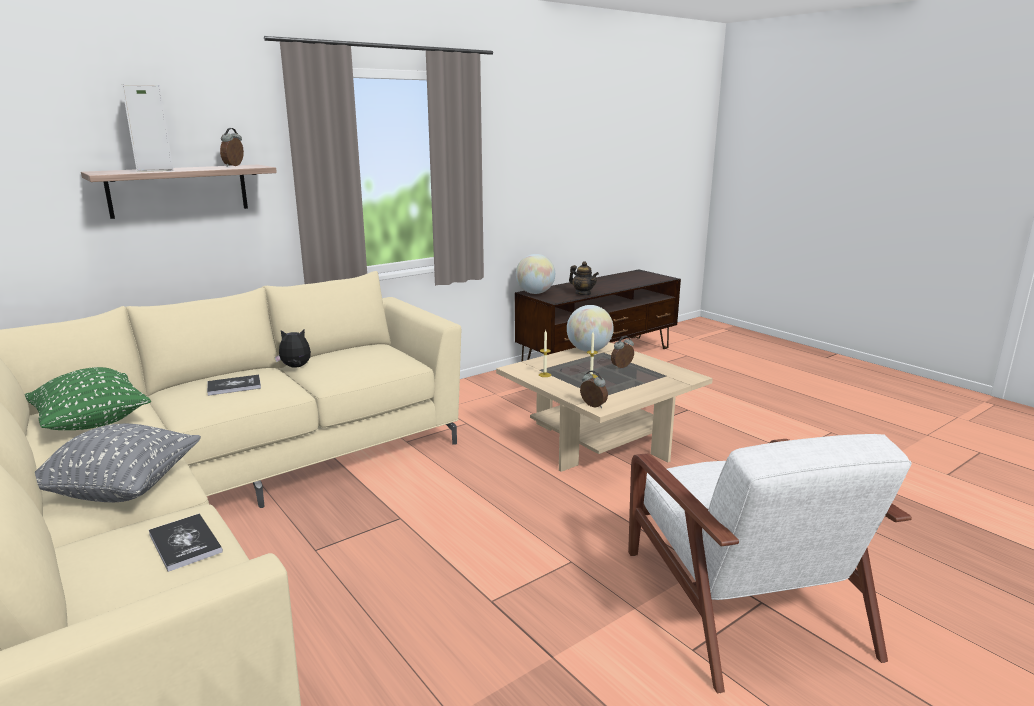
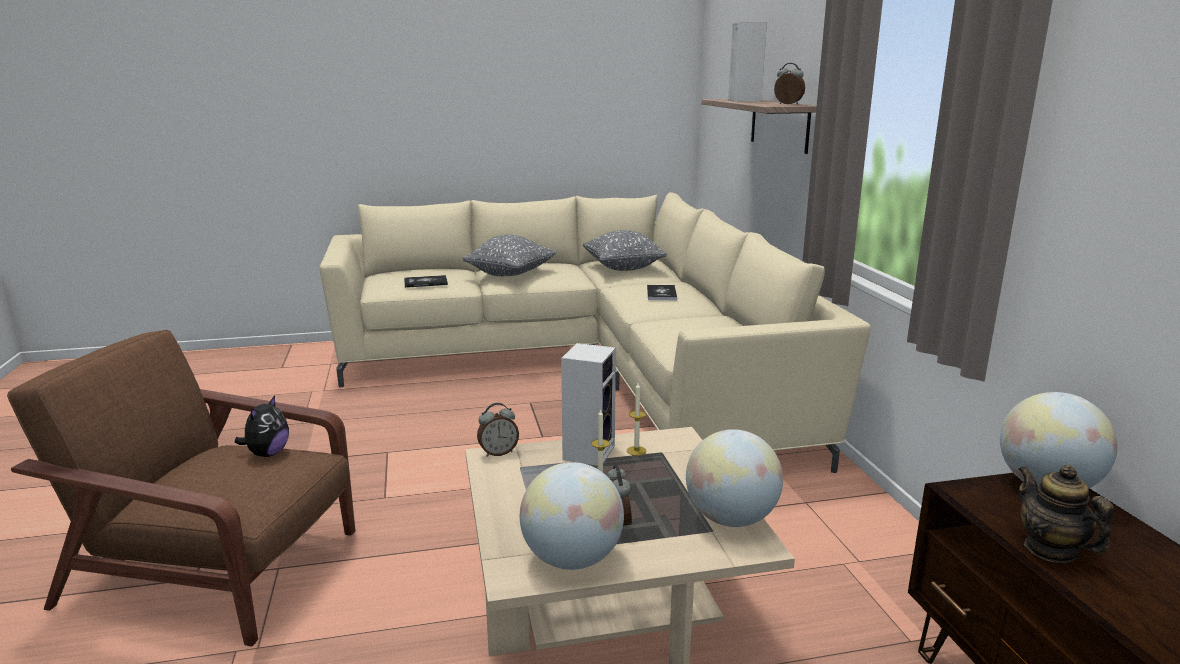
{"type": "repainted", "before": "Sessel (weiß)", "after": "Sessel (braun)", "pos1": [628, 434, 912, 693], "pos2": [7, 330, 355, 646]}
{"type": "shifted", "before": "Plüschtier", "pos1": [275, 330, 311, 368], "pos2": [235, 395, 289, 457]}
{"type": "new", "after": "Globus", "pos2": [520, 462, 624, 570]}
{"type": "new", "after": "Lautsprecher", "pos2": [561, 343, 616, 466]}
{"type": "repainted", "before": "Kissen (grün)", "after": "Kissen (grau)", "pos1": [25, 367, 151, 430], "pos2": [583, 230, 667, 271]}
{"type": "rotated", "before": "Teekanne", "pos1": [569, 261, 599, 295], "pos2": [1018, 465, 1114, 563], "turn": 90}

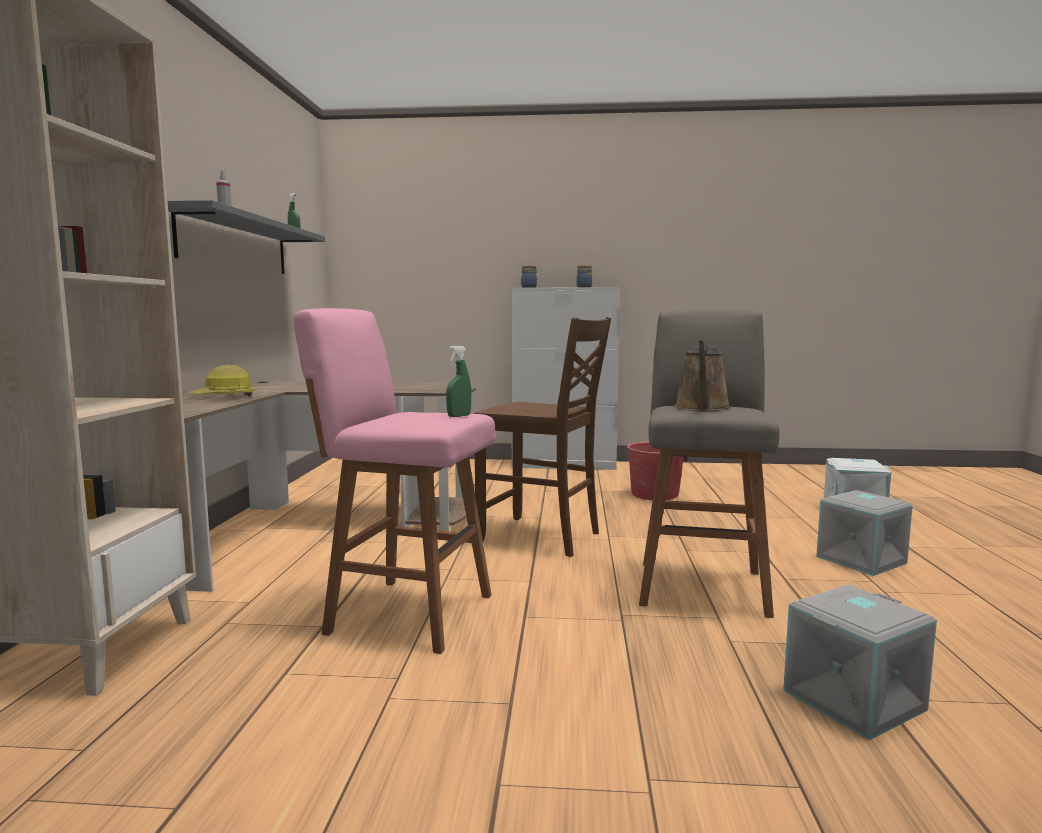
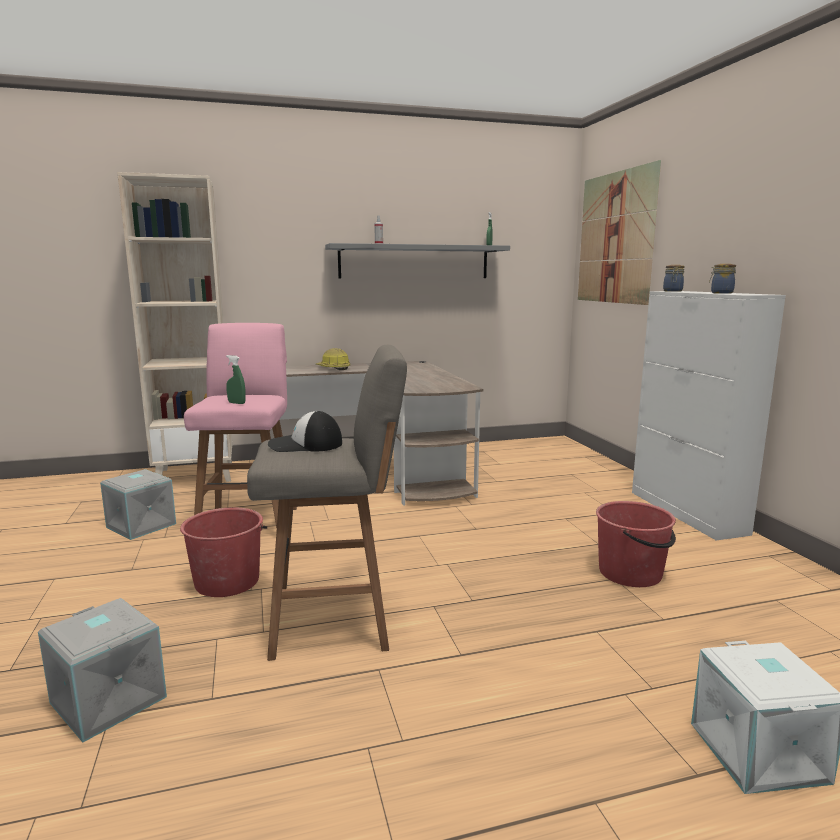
{"type": "shifted", "before": "Aufbewahrungsbox (grau)", "pos1": [816, 490, 913, 576], "pos2": [100, 469, 176, 540]}
{"type": "new", "after": "Eimer (rot)", "pos2": [180, 508, 267, 597]}
{"type": "swapped", "before": "Gießkanne (braun)", "after": "Kappe", "pos1": [675, 340, 731, 411], "pos2": [268, 411, 342, 452]}
{"type": "new", "after": "Bild", "pos2": [578, 160, 661, 305]}
{"type": "gone", "before": "Stuhl (braun)", "pos1": [474, 317, 611, 557]}

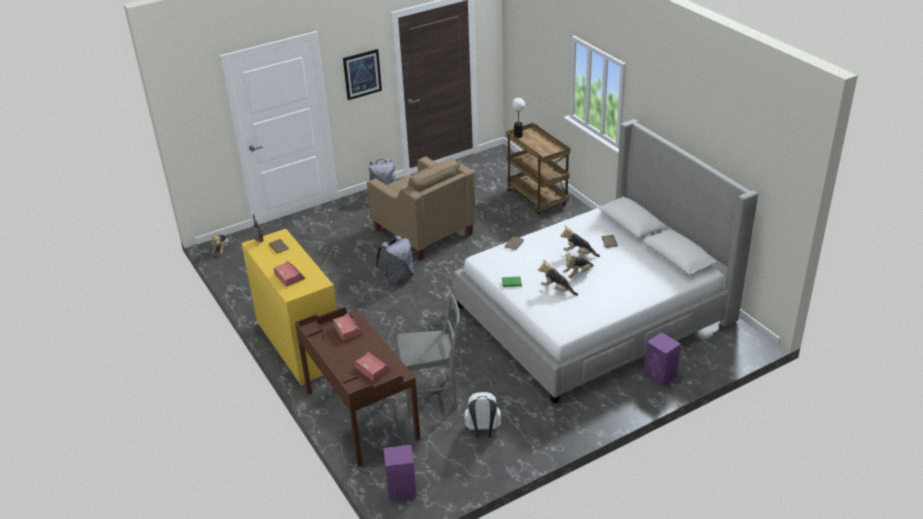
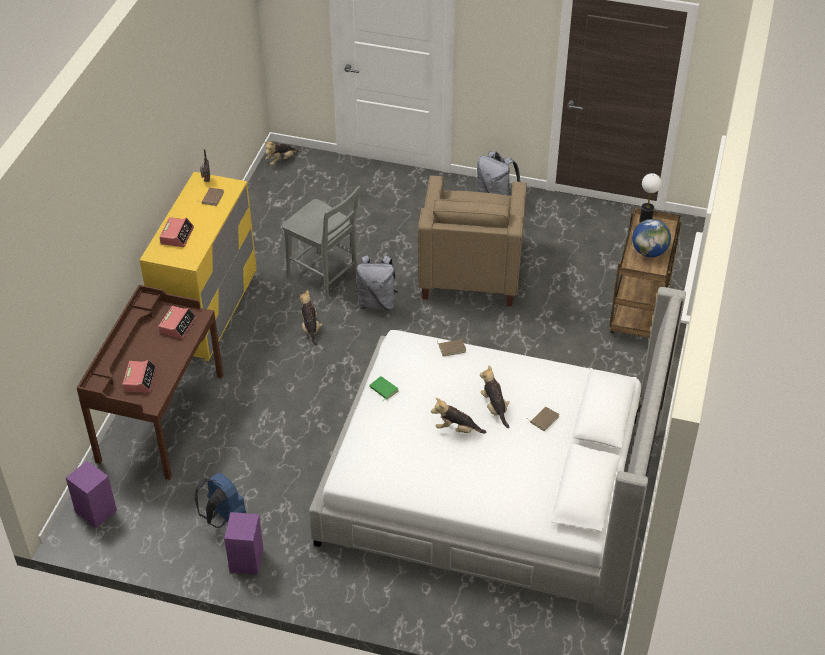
{"type": "repainted", "before": "Rucksack (weiß)", "after": "Rucksack (blau)", "pos1": [465, 392, 501, 438], "pos2": [195, 473, 247, 528]}
{"type": "shifted", "before": "Lautsprecher (lila)", "pos1": [644, 332, 681, 387], "pos2": [224, 512, 263, 575]}
{"type": "shifted", "before": "Stuhl (grau)", "pos1": [397, 293, 460, 415], "pos2": [282, 185, 361, 299]}
{"type": "shifted", "before": "Plüschtier", "pos1": [538, 260, 578, 296], "pos2": [300, 290, 323, 346]}
{"type": "new", "after": "Globus", "pos2": [632, 219, 671, 257]}
{"type": "gone", "before": "Bild", "pos1": [343, 49, 382, 100]}

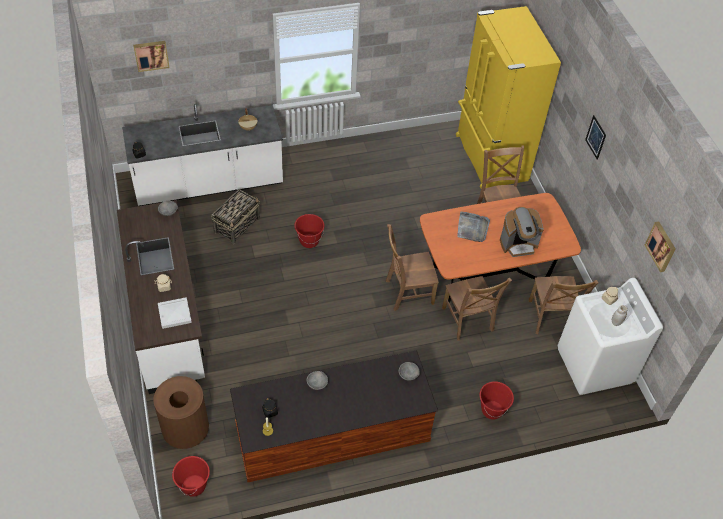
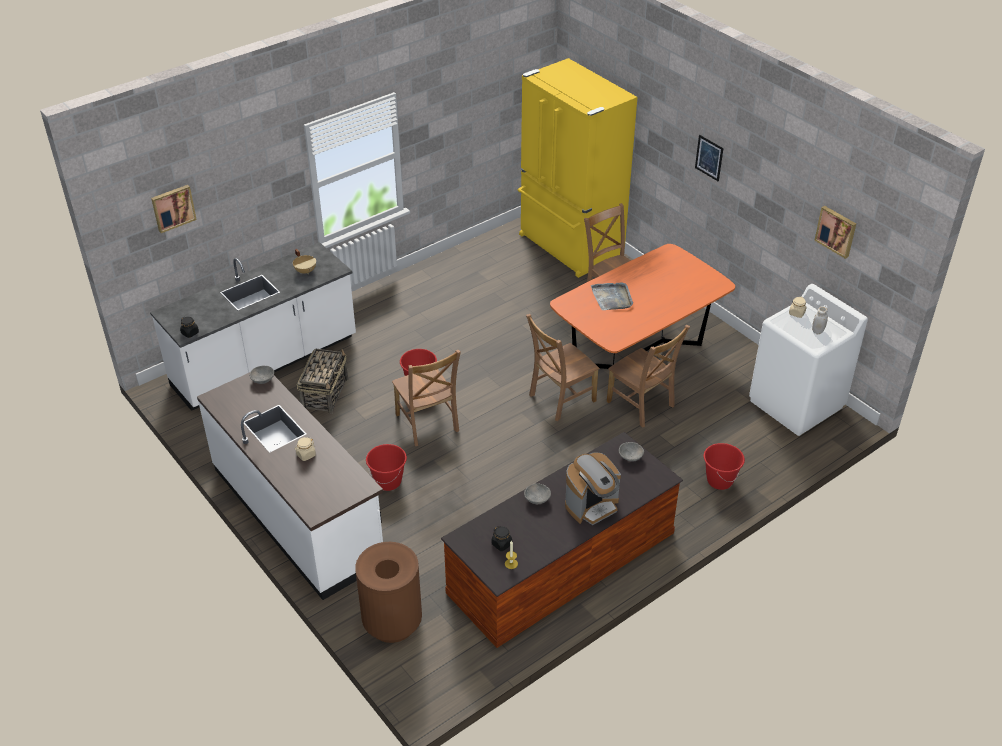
{"type": "shifted", "before": "Eimer (rot)", "pos1": [172, 456, 210, 497], "pos2": [366, 444, 407, 491]}
{"type": "shifted", "before": "Stuhl (braun)", "pos1": [529, 276, 598, 334], "pos2": [392, 350, 461, 446]}
{"type": "shifted", "before": "Kaffeemaschine", "pos1": [500, 207, 544, 257], "pos2": [565, 453, 621, 525]}
{"type": "gone", "before": "Tablett (weiß)", "pos1": [158, 297, 192, 329]}

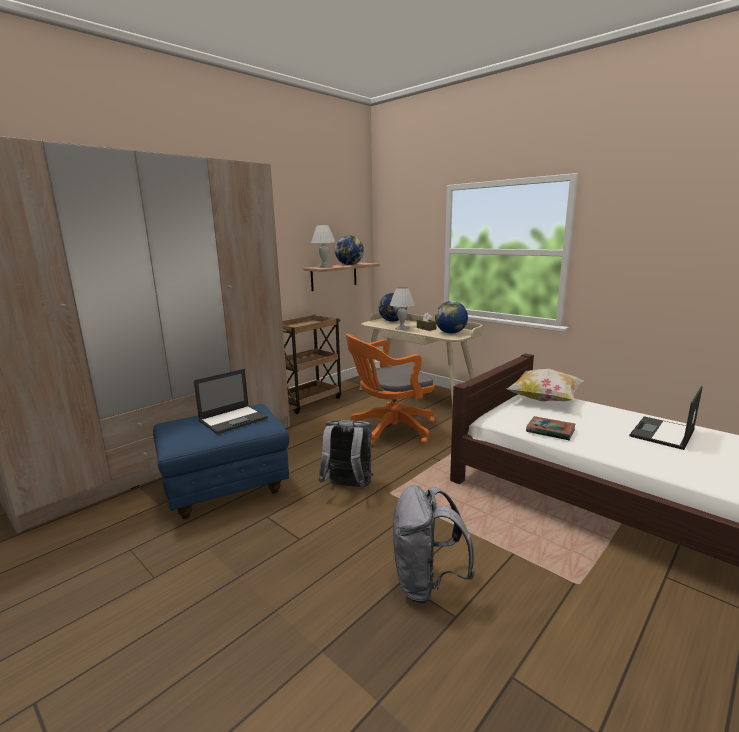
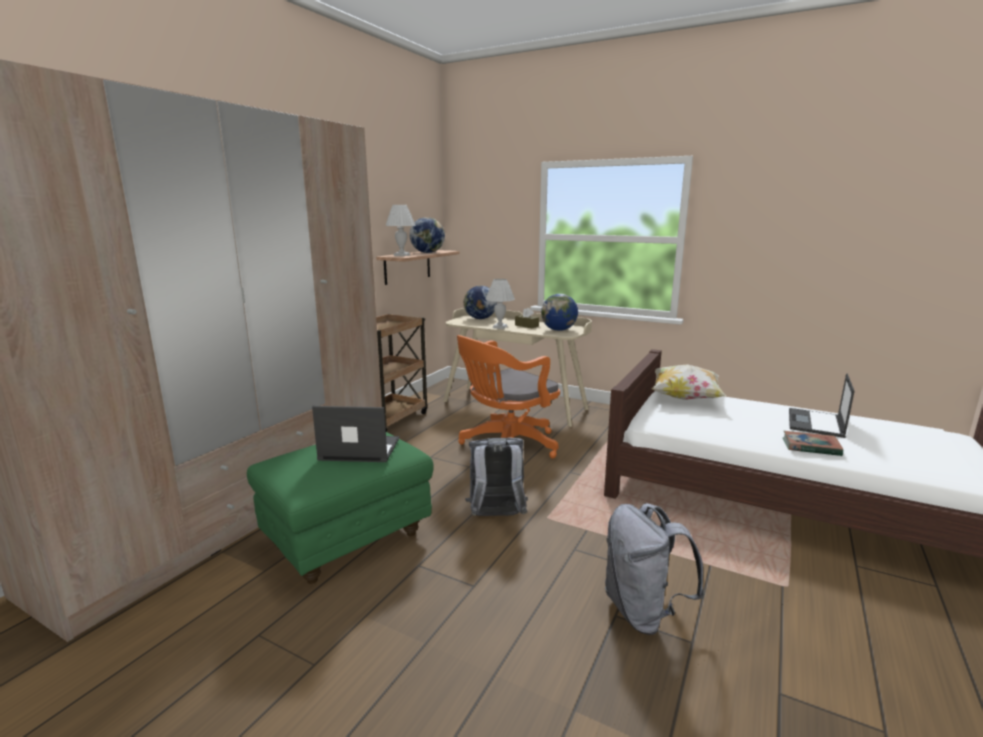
{"type": "repainted", "before": "Polsterhocker (blau)", "after": "Polsterhocker (grün)", "pos1": [153, 404, 289, 519], "pos2": [247, 432, 434, 584]}
{"type": "rotated", "before": "Laptop", "pos1": [194, 369, 268, 434], "pos2": [312, 406, 399, 462], "turn": -120}
{"type": "shifted", "before": "Buch", "pos1": [526, 416, 575, 440], "pos2": [783, 431, 843, 456]}

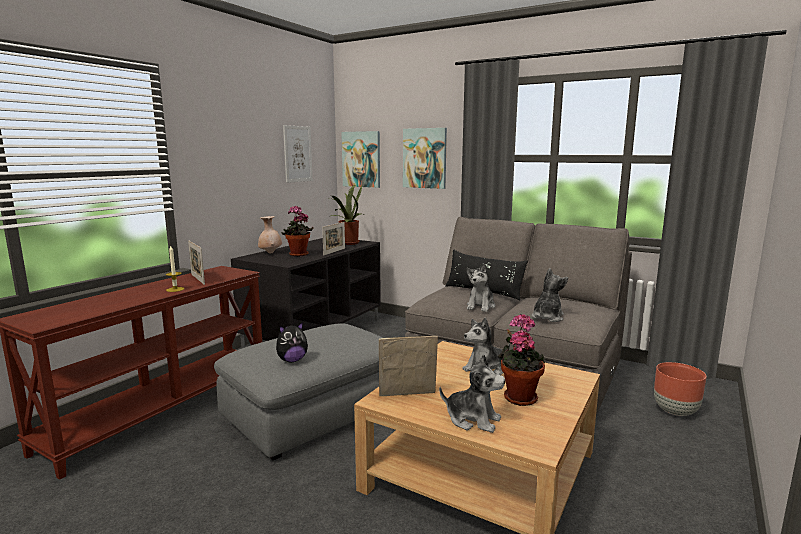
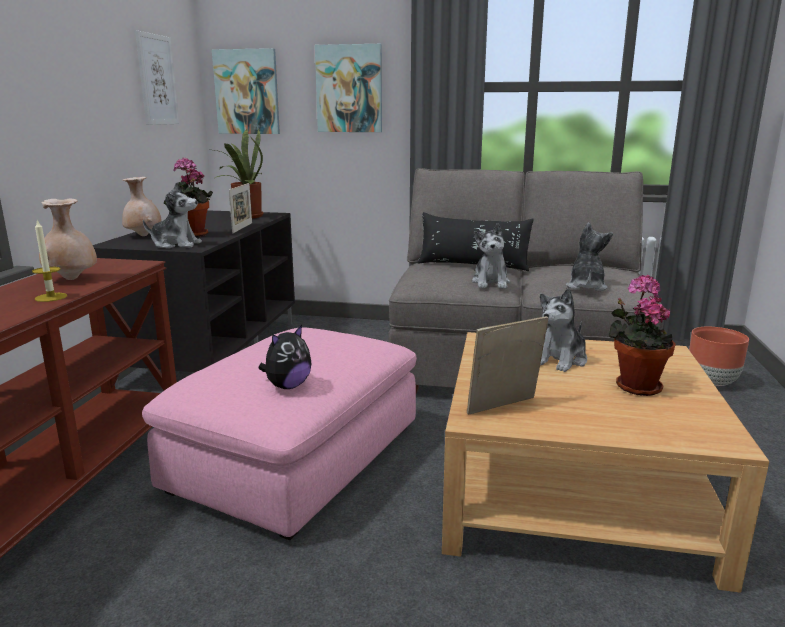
{"type": "swapped", "before": "Bilderrahmen", "after": "Vase (beige)", "pos1": [188, 240, 205, 285], "pos2": [39, 199, 97, 280]}
{"type": "repainted", "before": "Polsterhocker (grau)", "after": "Polsterhocker (rosa)", "pos1": [214, 323, 382, 460], "pos2": [142, 327, 417, 540]}
{"type": "shifted", "before": "Plüschtier", "pos1": [439, 354, 505, 433], "pos2": [143, 182, 202, 249]}

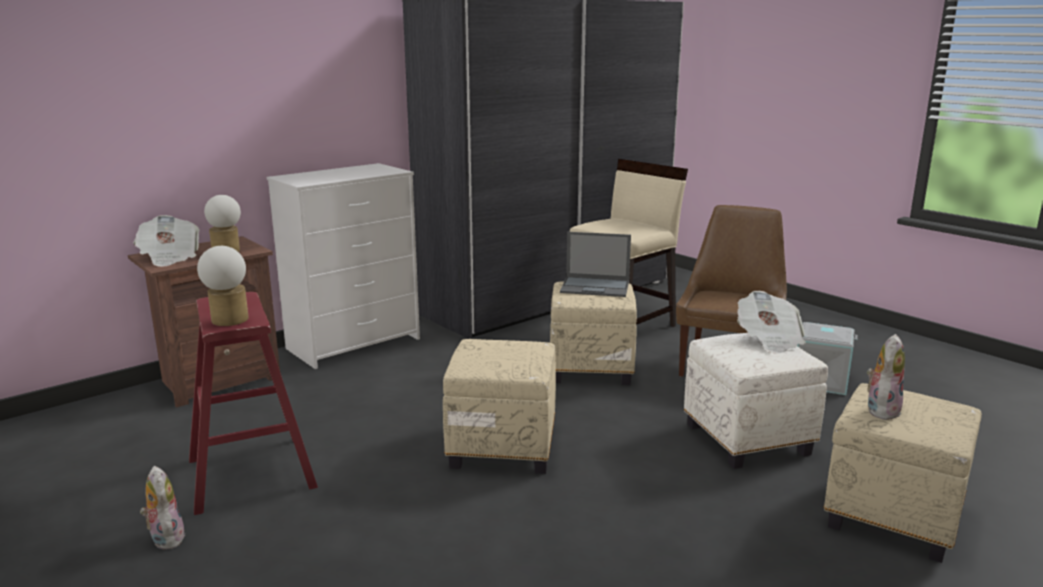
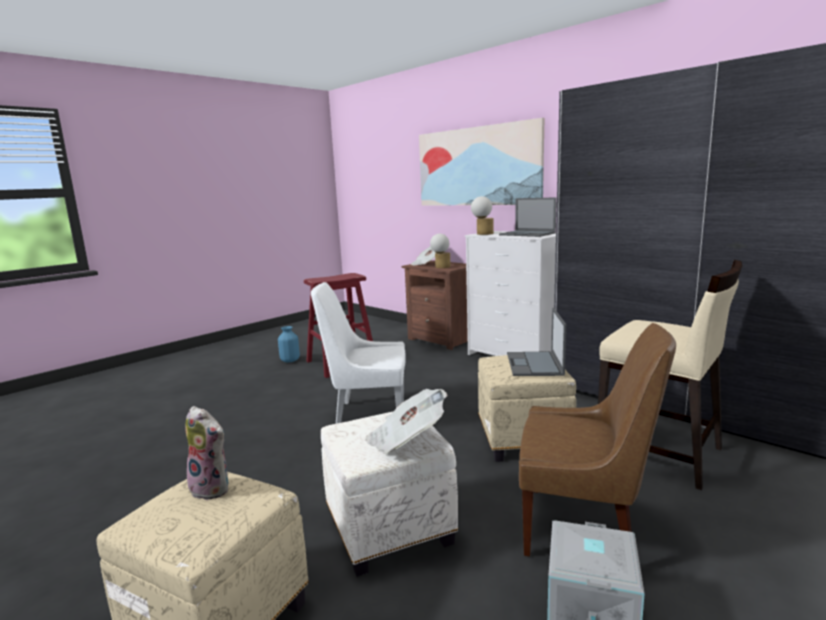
{"type": "swapped", "before": "Plüschtier", "after": "Vase (blau)", "pos1": [140, 466, 186, 550], "pos2": [278, 326, 300, 362]}
{"type": "swapped", "before": "Polsterhocker (beige)", "after": "Stuhl (weiß)", "pos1": [443, 339, 556, 474], "pos2": [311, 282, 406, 424]}
{"type": "new", "after": "Bild", "pos2": [419, 118, 544, 206]}
{"type": "shifted", "before": "Tischlampe", "pos1": [197, 246, 249, 326], "pos2": [471, 196, 494, 235]}
{"type": "new", "after": "Laptop", "pos2": [499, 197, 557, 237]}

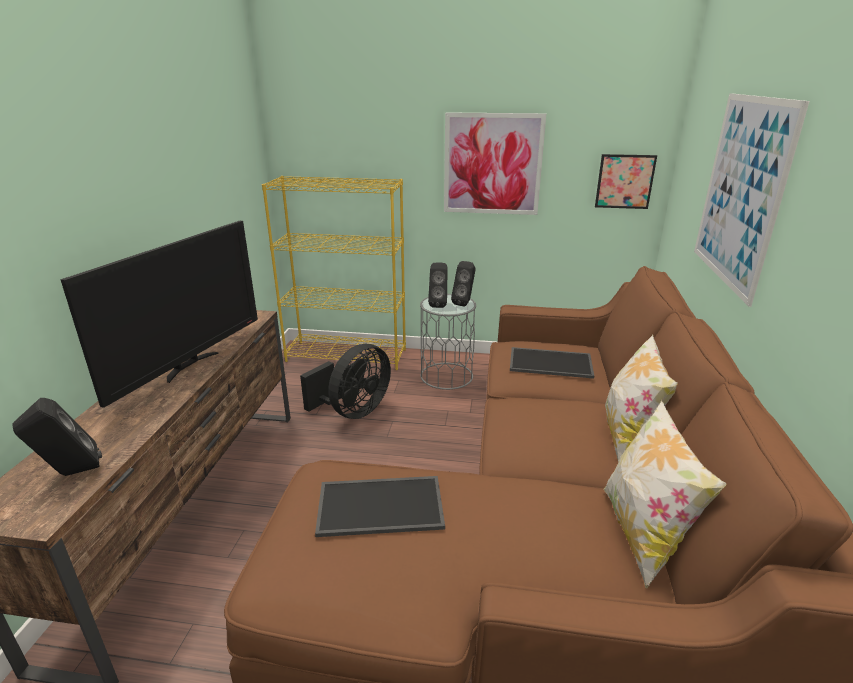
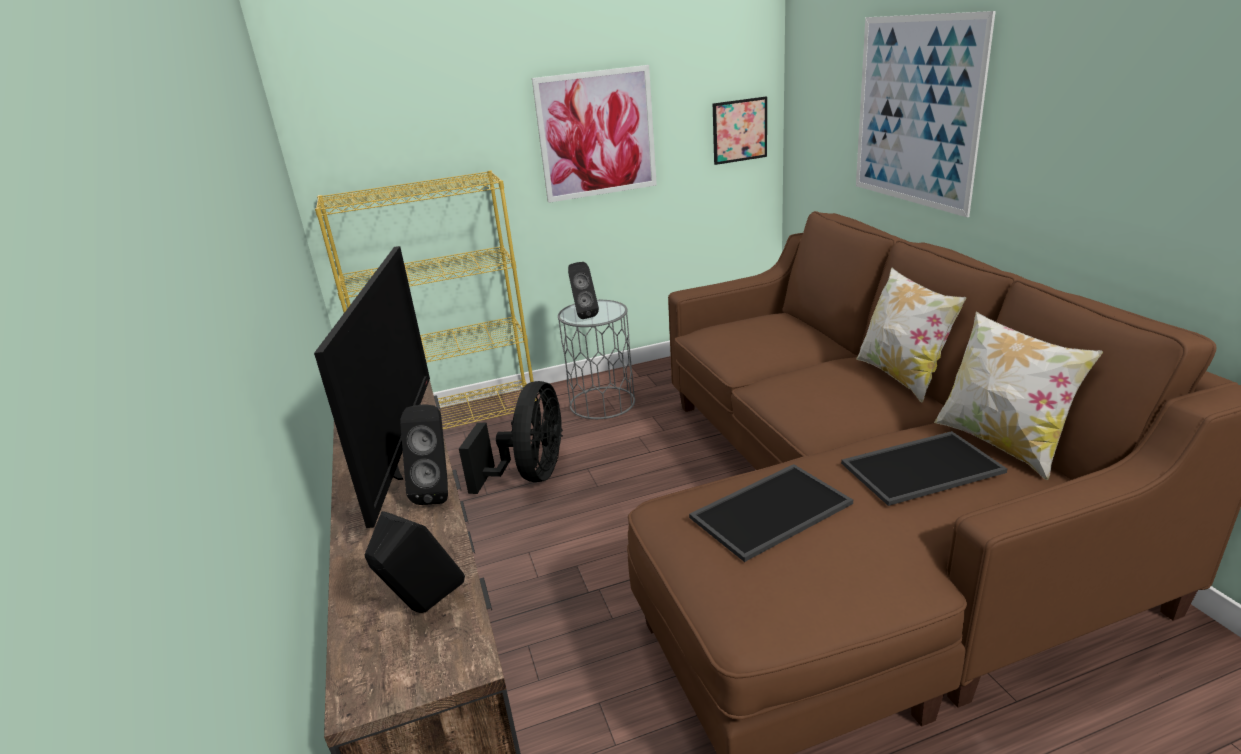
{"type": "shifted", "before": "Lautsprecher (schwarz)", "pos1": [451, 261, 476, 307], "pos2": [400, 405, 448, 505]}
{"type": "shifted", "before": "Tablett", "pos1": [510, 347, 594, 379], "pos2": [841, 431, 1007, 506]}

